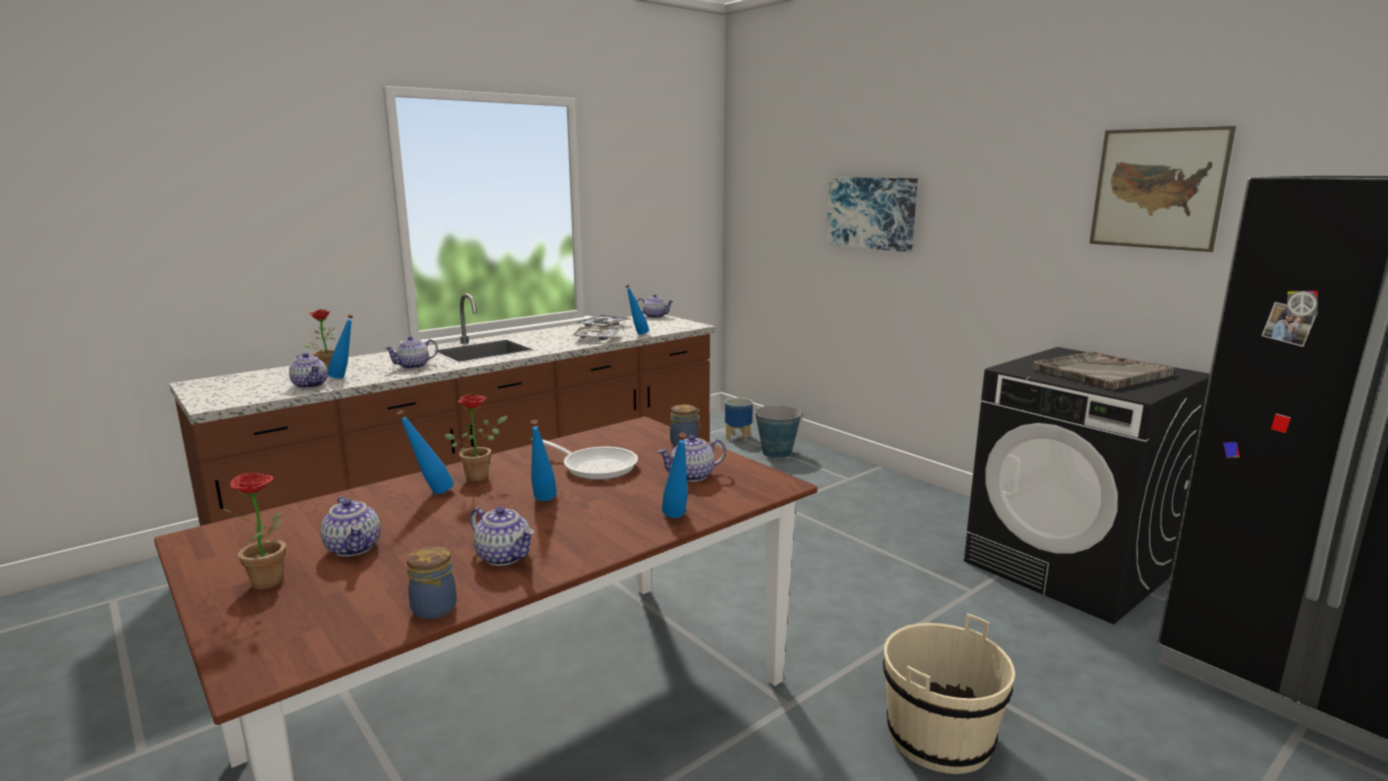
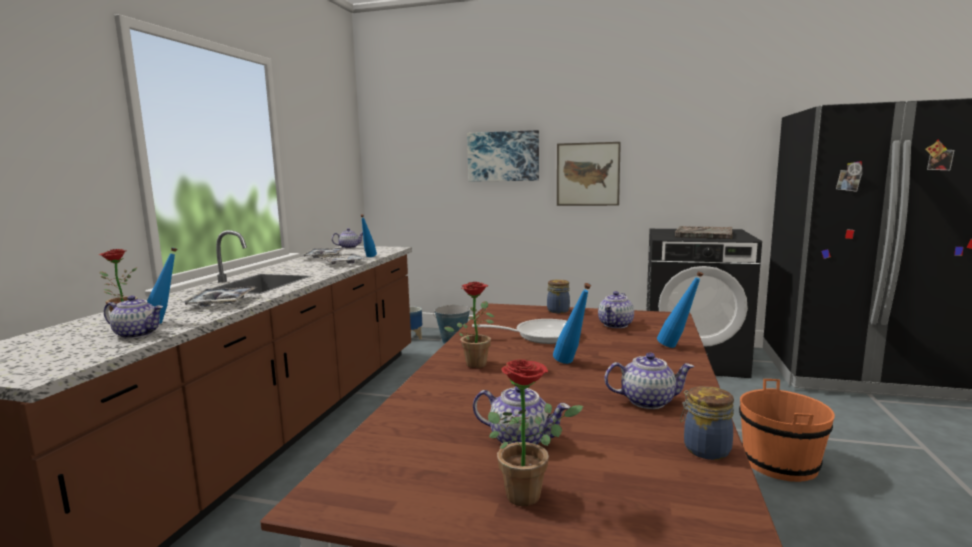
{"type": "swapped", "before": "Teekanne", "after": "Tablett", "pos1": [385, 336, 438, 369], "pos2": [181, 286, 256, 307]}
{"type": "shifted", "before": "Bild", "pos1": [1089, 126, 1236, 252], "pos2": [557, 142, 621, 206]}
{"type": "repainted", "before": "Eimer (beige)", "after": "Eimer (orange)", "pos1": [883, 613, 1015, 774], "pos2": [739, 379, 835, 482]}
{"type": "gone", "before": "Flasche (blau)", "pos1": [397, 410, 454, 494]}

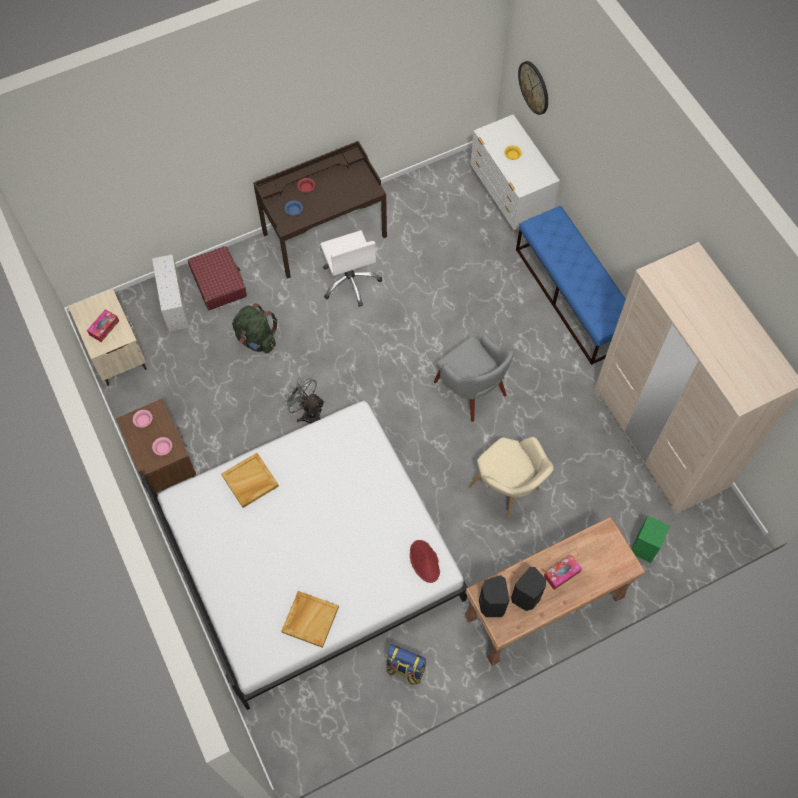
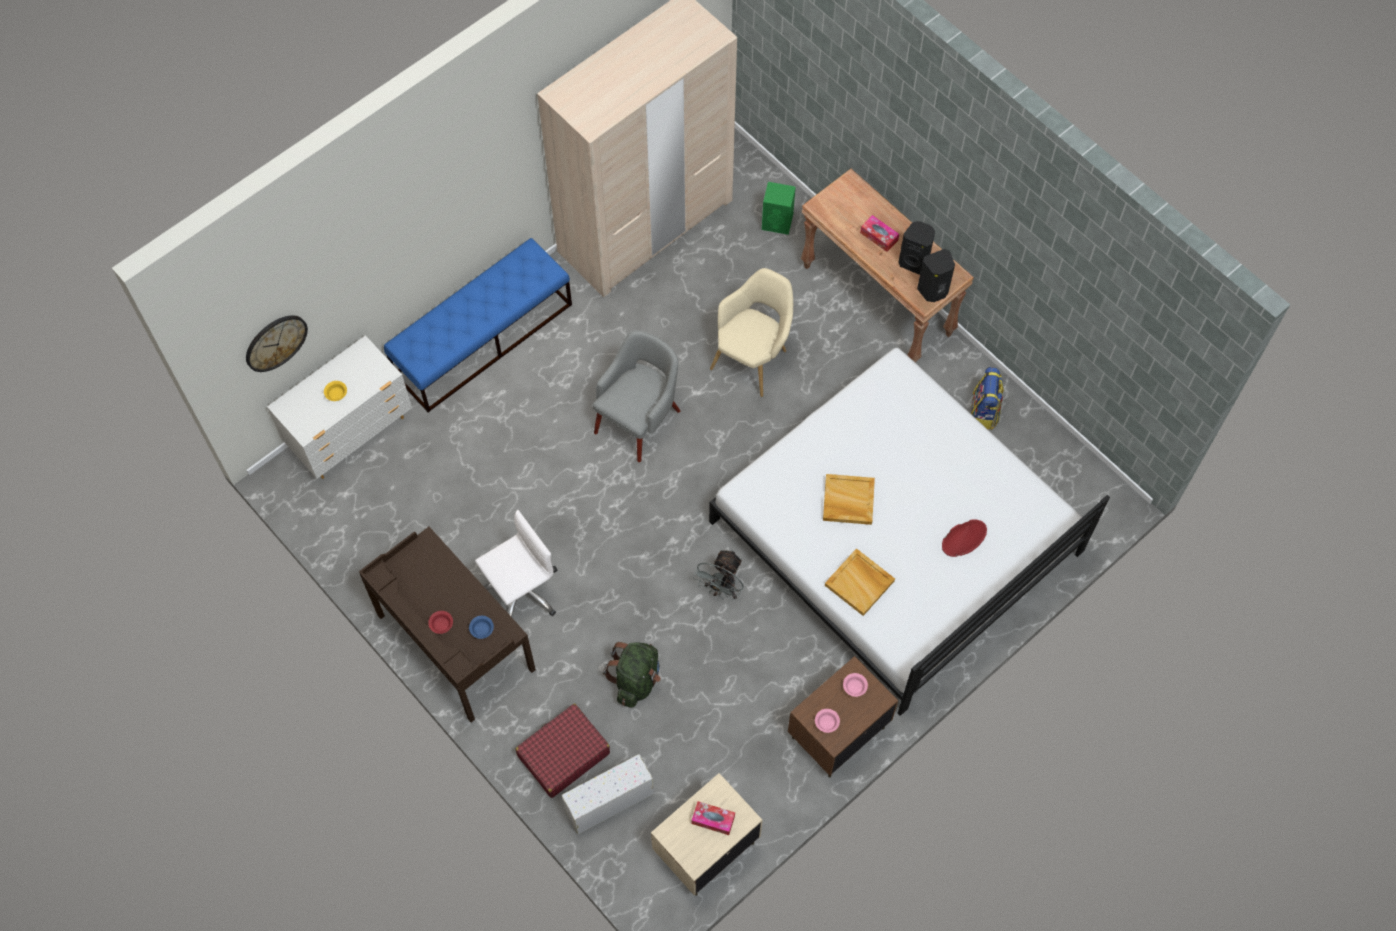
{"type": "shifted", "before": "Tablett (beige)", "pos1": [281, 591, 339, 648], "pos2": [823, 474, 875, 525]}
{"type": "shifted", "before": "Hut (rot)", "pos1": [410, 540, 440, 583], "pos2": [942, 519, 987, 557]}

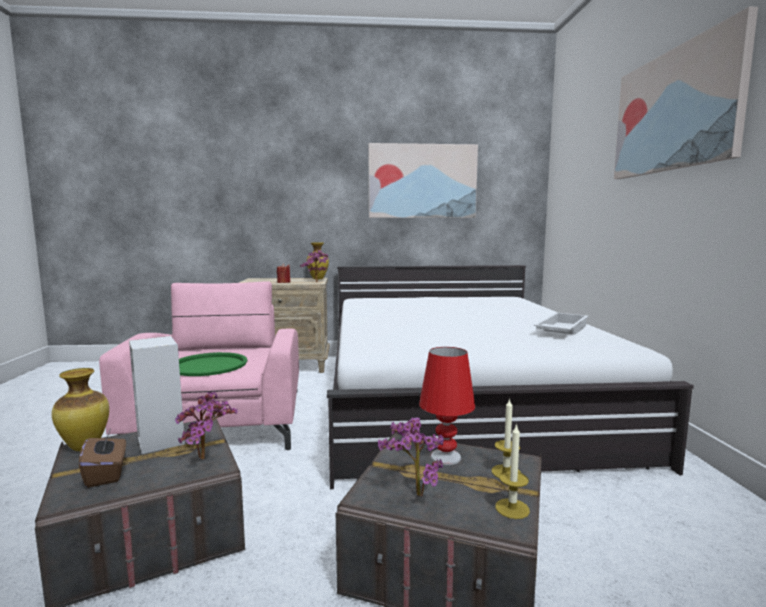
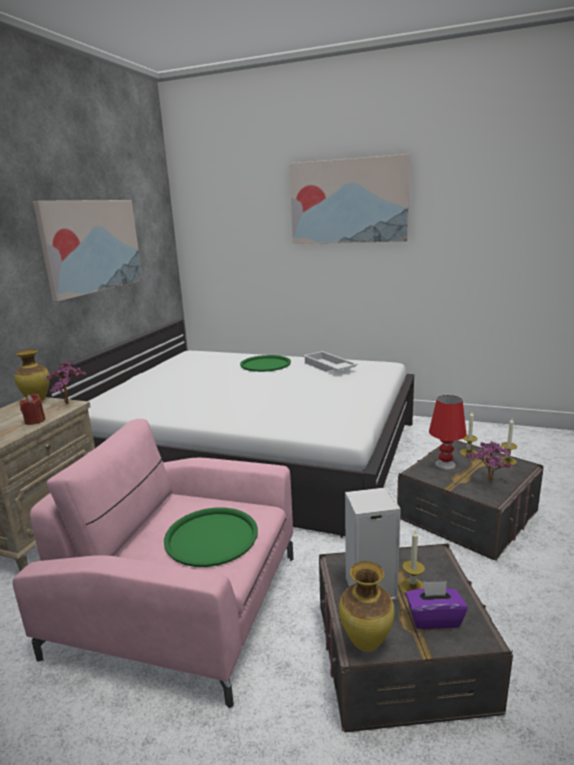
{"type": "new", "after": "Tablett (grün)", "pos2": [240, 355, 291, 372]}
{"type": "new", "after": "Kerze", "pos2": [400, 529, 425, 594]}
{"type": "repainted", "before": "Taschentuchbox (braun)", "after": "Taschentuchbox (lila)", "pos1": [79, 429, 126, 488], "pos2": [405, 581, 468, 630]}
{"type": "gone", "before": "Topfpflanze", "pos1": [175, 391, 238, 459]}

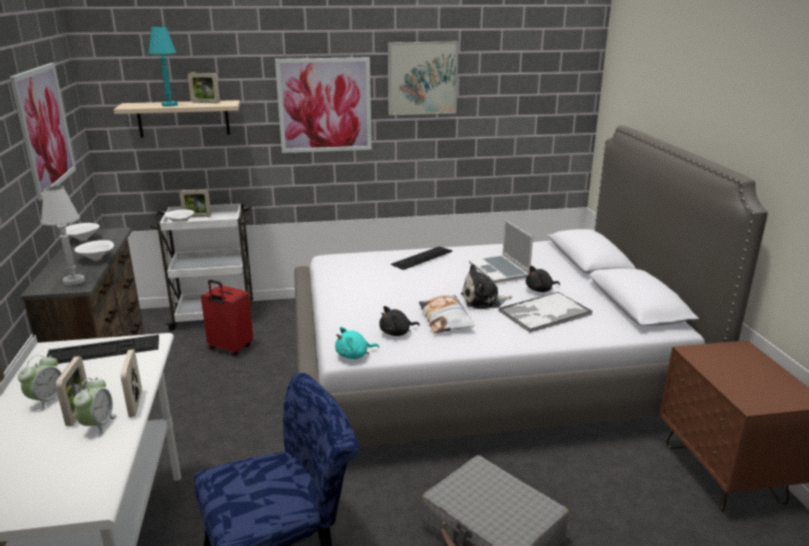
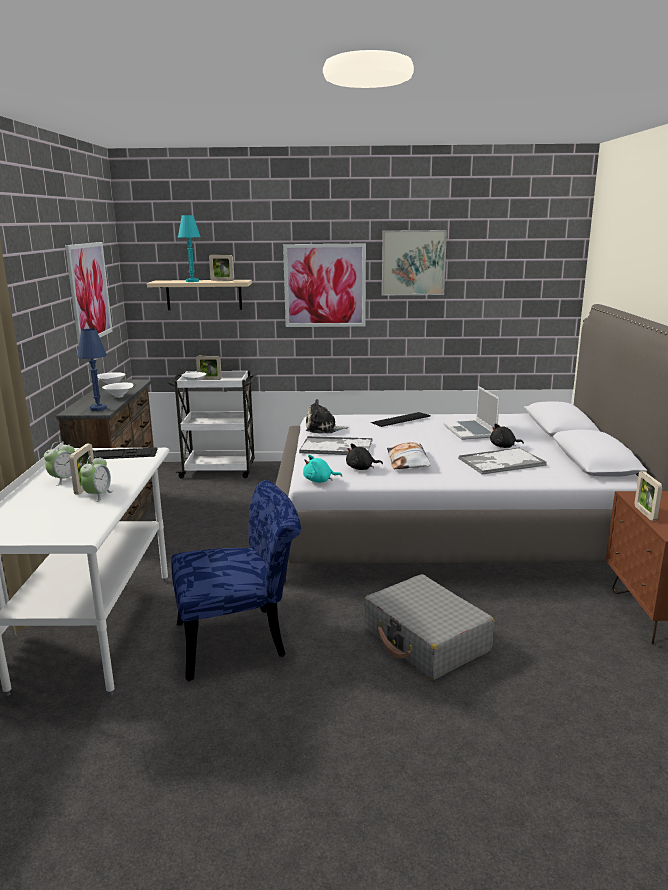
{"type": "repainted", "before": "Tischlampe (weiß)", "after": "Tischlampe (blau)", "pos1": [41, 186, 85, 285], "pos2": [77, 329, 107, 411]}
{"type": "new", "after": "Tablett", "pos2": [299, 436, 372, 455]}
{"type": "shifted", "before": "Plüschtier", "pos1": [461, 264, 512, 309], "pos2": [306, 399, 349, 433]}
{"type": "shifted", "before": "Bilderrahmen", "pos1": [121, 349, 142, 417], "pos2": [634, 471, 662, 521]}
{"type": "gone", "before": "Koffer (rot)", "pos1": [201, 280, 253, 356]}

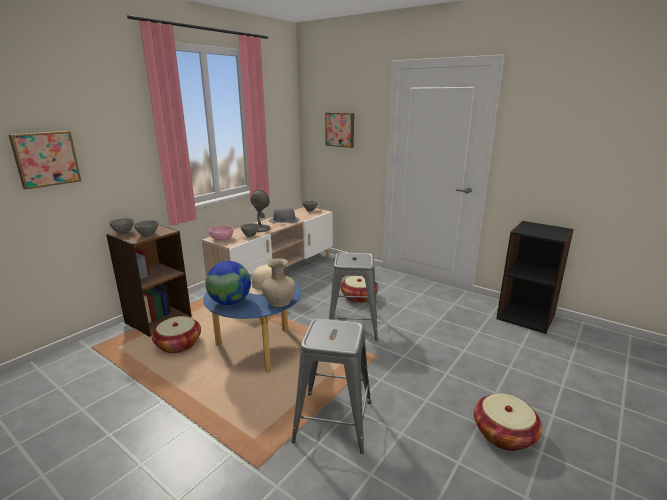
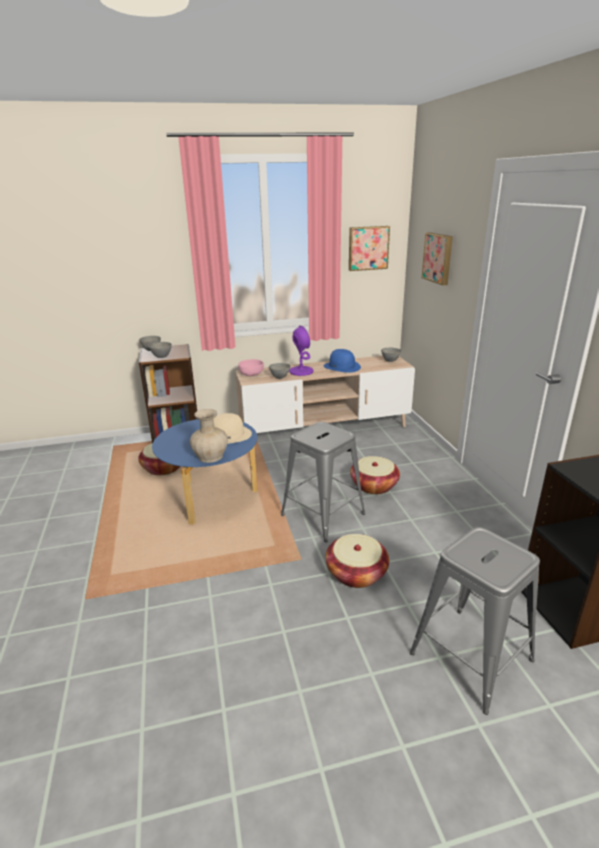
{"type": "repainted", "before": "Tischlampe (grau)", "after": "Tischlampe (lila)", "pos1": [251, 190, 270, 232], "pos2": [289, 326, 314, 376]}
{"type": "repainted", "before": "Hut (grau)", "after": "Hut (blau)", "pos1": [269, 206, 300, 223], "pos2": [324, 349, 361, 373]}
{"type": "shifted", "before": "Korb", "pos1": [474, 393, 542, 451], "pos2": [325, 534, 389, 588]}
{"type": "shifted", "before": "Bild", "pos1": [8, 131, 81, 189], "pos2": [349, 226, 390, 271]}
{"type": "shifted", "before": "Hocker (grau)", "pos1": [291, 318, 371, 454], "pos2": [410, 527, 540, 715]}
{"type": "gone", "before": "Globus", "pos1": [205, 261, 251, 305]}

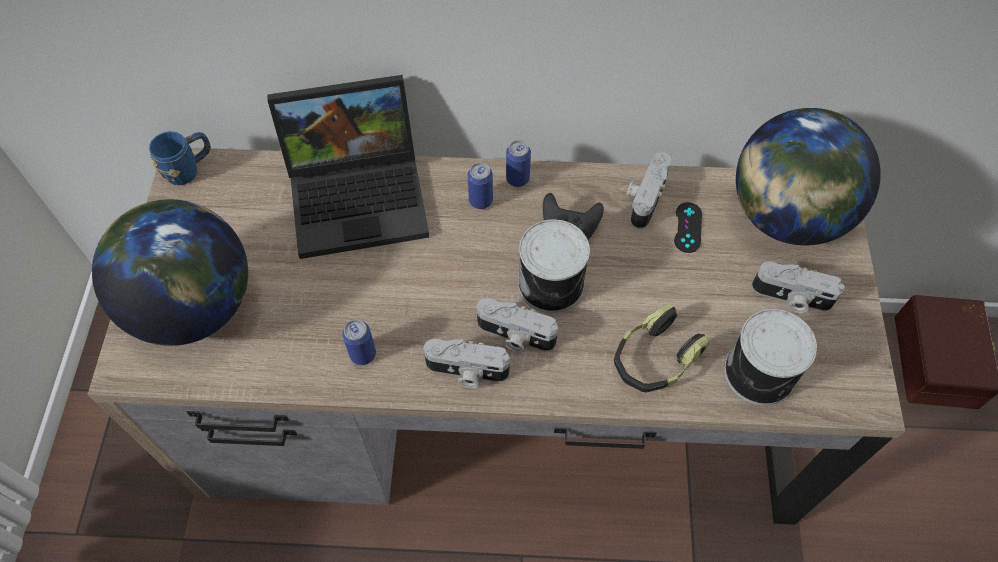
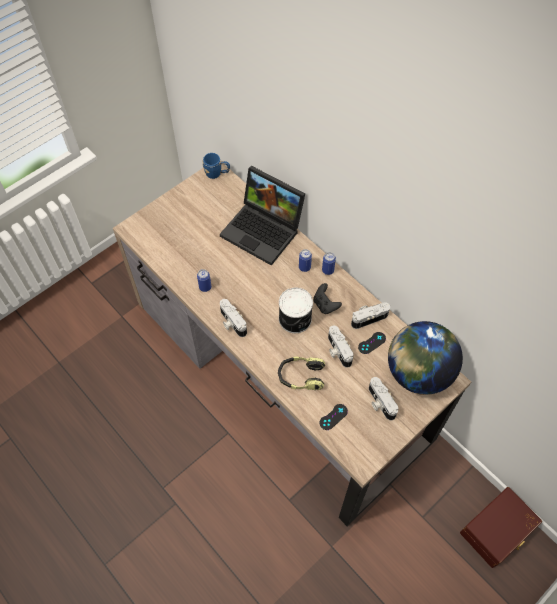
{"type": "swapped", "before": "Dose", "after": "Gamepad (schwarz)", "pos1": [724, 309, 817, 406], "pos2": [320, 404, 348, 430]}
{"type": "shifted", "before": "Kamera", "pos1": [477, 298, 558, 352], "pos2": [328, 325, 354, 368]}
{"type": "gone", "before": "Globus", "pos1": [92, 199, 248, 346]}

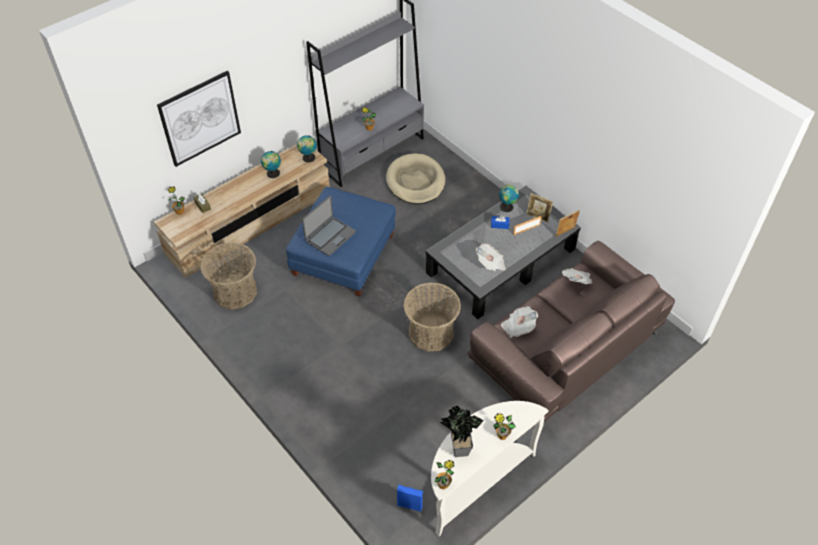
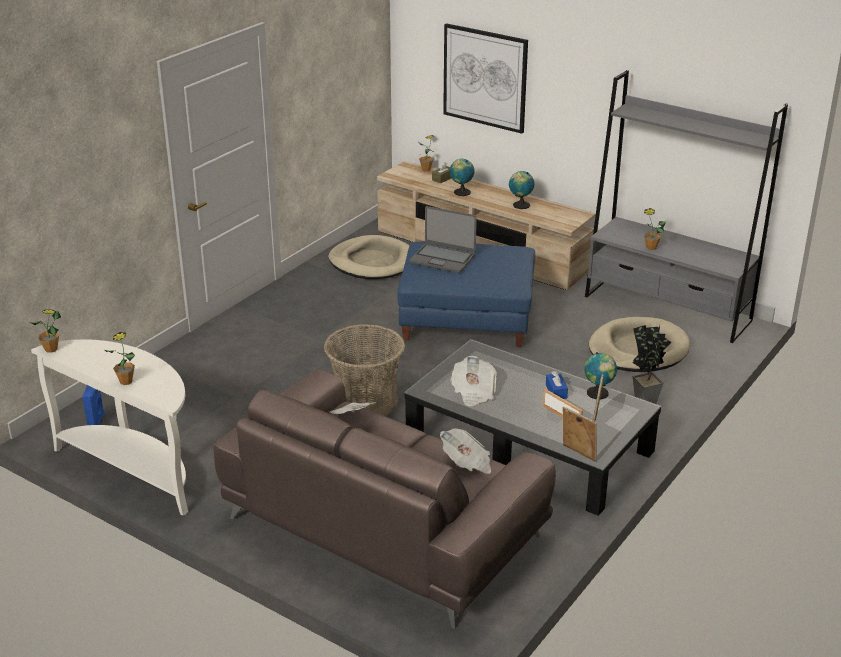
{"type": "swapped", "before": "Korb", "after": "Hundebett (beige)", "pos1": [200, 242, 257, 309], "pos2": [328, 235, 410, 279]}
{"type": "shifted", "before": "Globus", "pos1": [297, 135, 317, 162], "pos2": [449, 159, 474, 196]}
{"type": "shifted", "before": "Topfpflanze", "pos1": [440, 406, 484, 457], "pos2": [633, 325, 672, 404]}

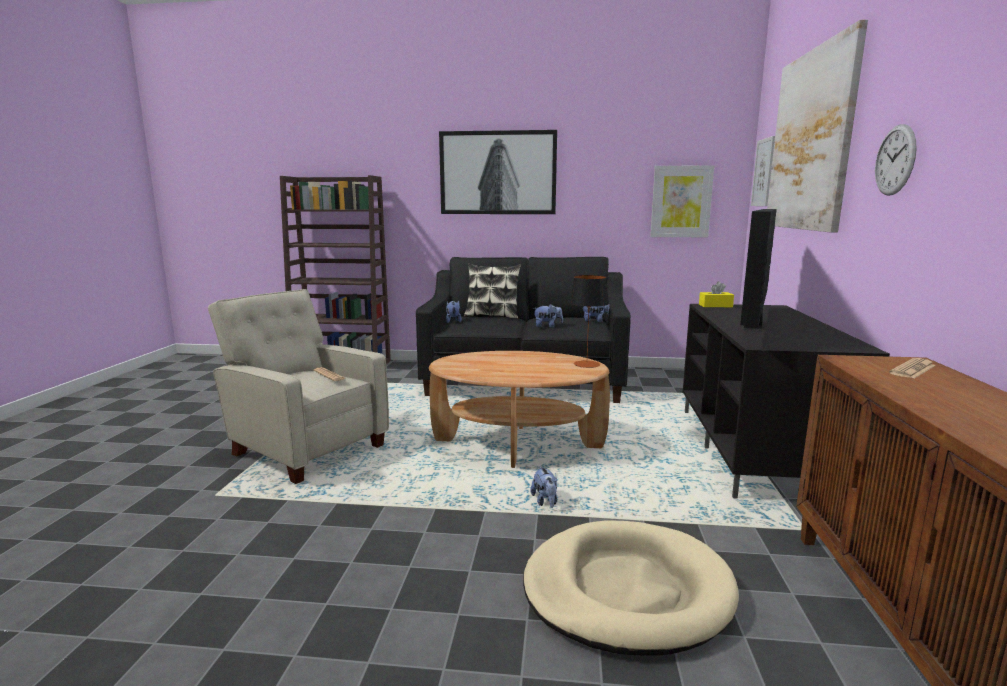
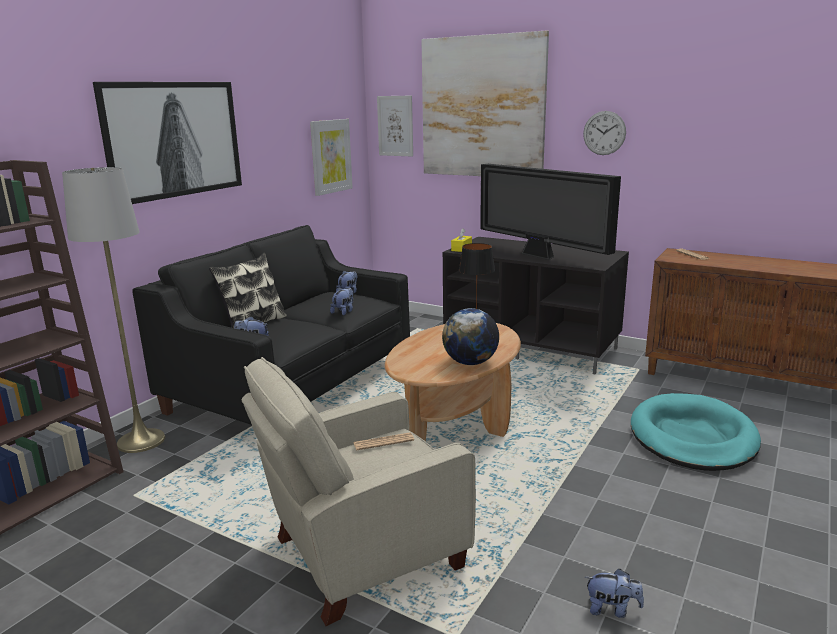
{"type": "new", "after": "Stehlampe (grau)", "pos2": [62, 167, 165, 453]}
{"type": "new", "after": "Globus", "pos2": [442, 308, 499, 365]}
{"type": "shifted", "before": "Plüschtier", "pos1": [530, 466, 557, 508], "pos2": [585, 569, 644, 618]}
{"type": "repainted", "before": "Hundebett (beige)", "after": "Hundebett (türkis)", "pos1": [523, 520, 739, 656], "pos2": [631, 393, 761, 471]}

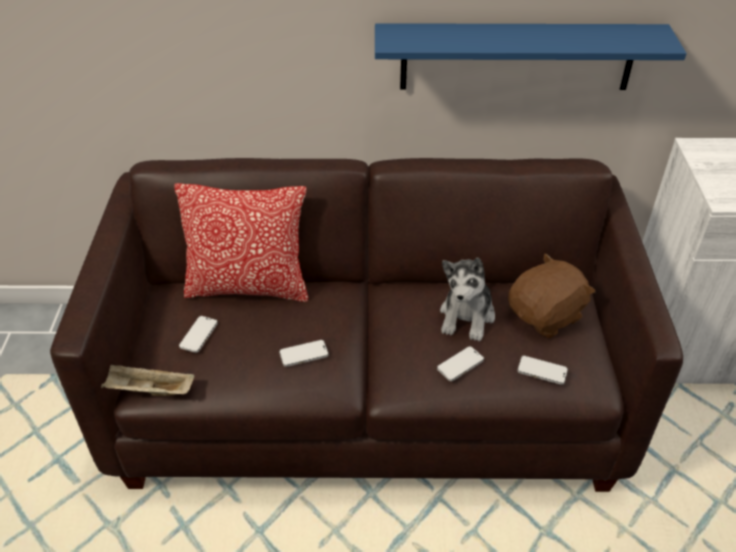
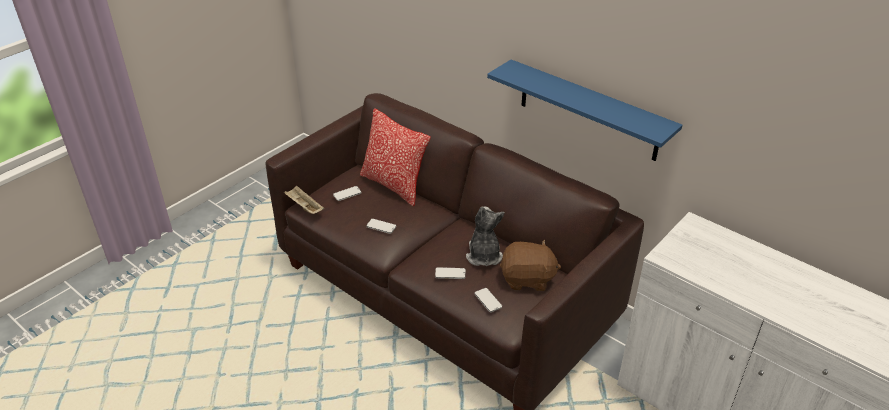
{"type": "rotated", "before": "Plüschtier", "pos1": [440, 258, 495, 341], "pos2": [466, 206, 504, 266], "turn": 120}

